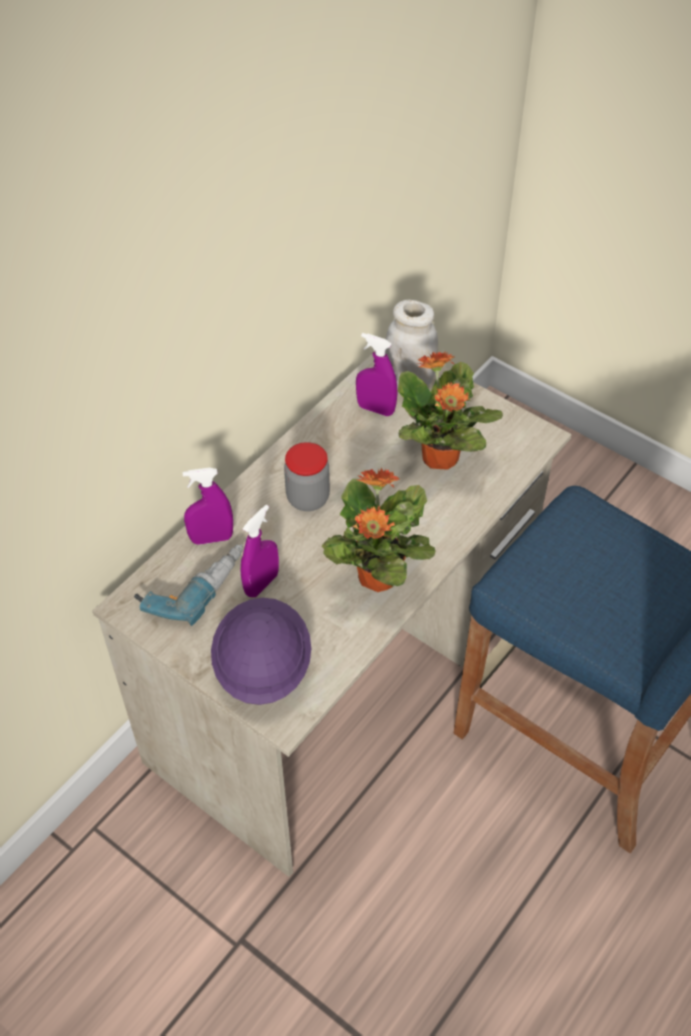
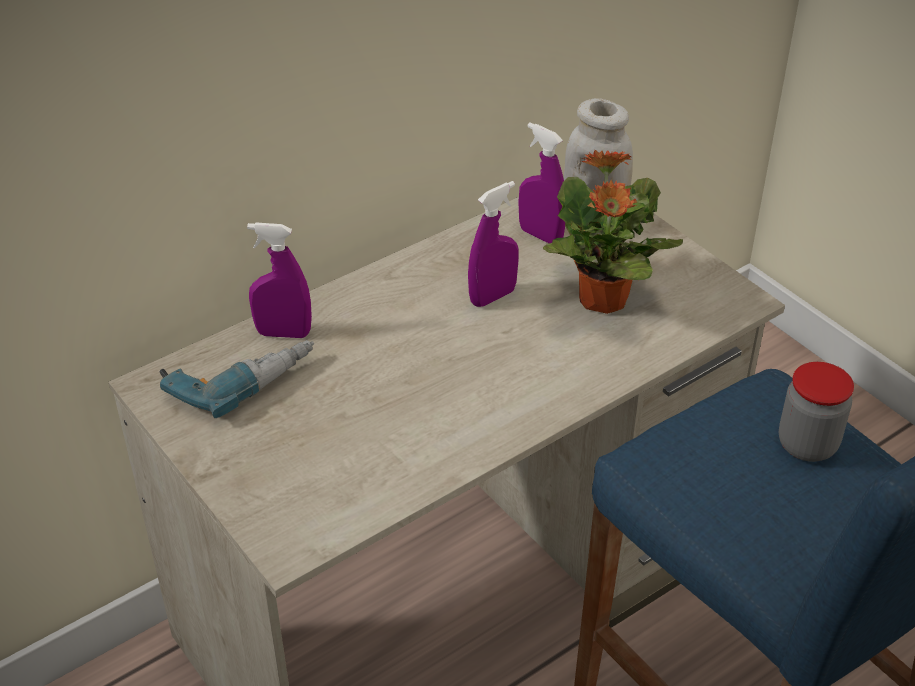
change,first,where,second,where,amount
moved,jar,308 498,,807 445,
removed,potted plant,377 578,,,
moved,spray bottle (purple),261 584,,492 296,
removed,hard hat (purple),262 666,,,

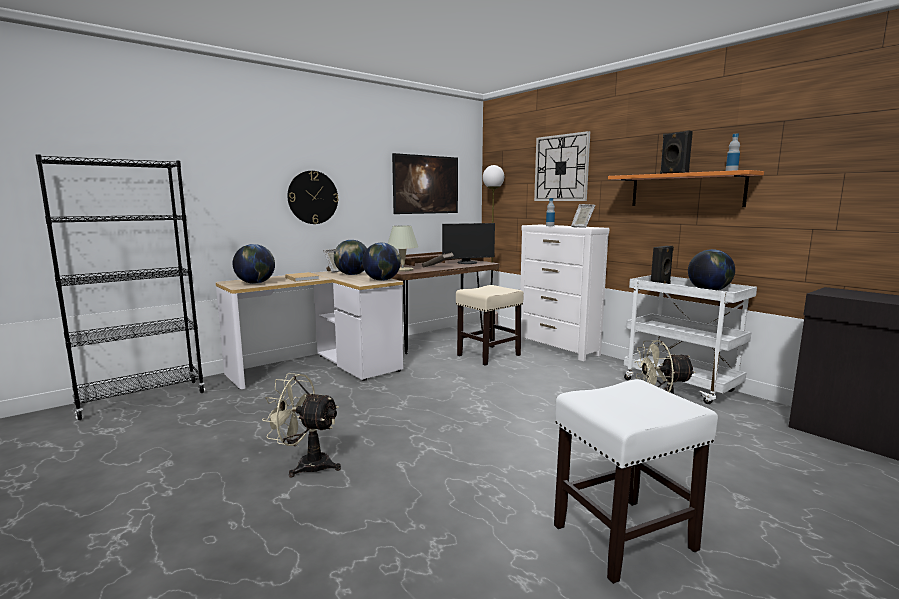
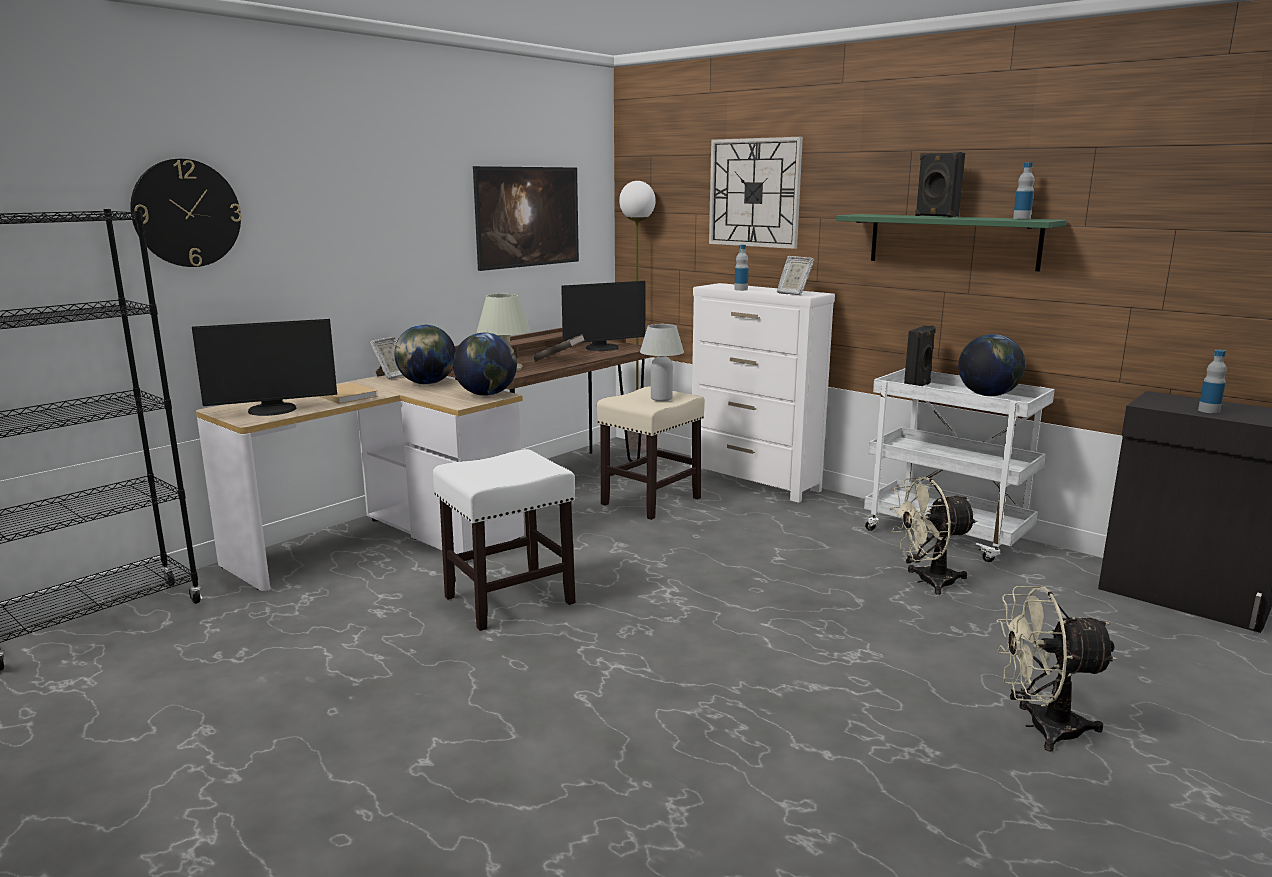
change,first,where,second,where,amount
recoloured,shelf (orange),685 190,shelf (green),953 241,
moved,wall clock,313 197,,186 213,
replaced,globe,255 283,monitor,272 410,
moved,fan (beige),306 465,,1041 727,
moved,stool (white),623 538,,508 600,
added,,,table lamp (white),661 399,
added,,,bottle,1208 411,

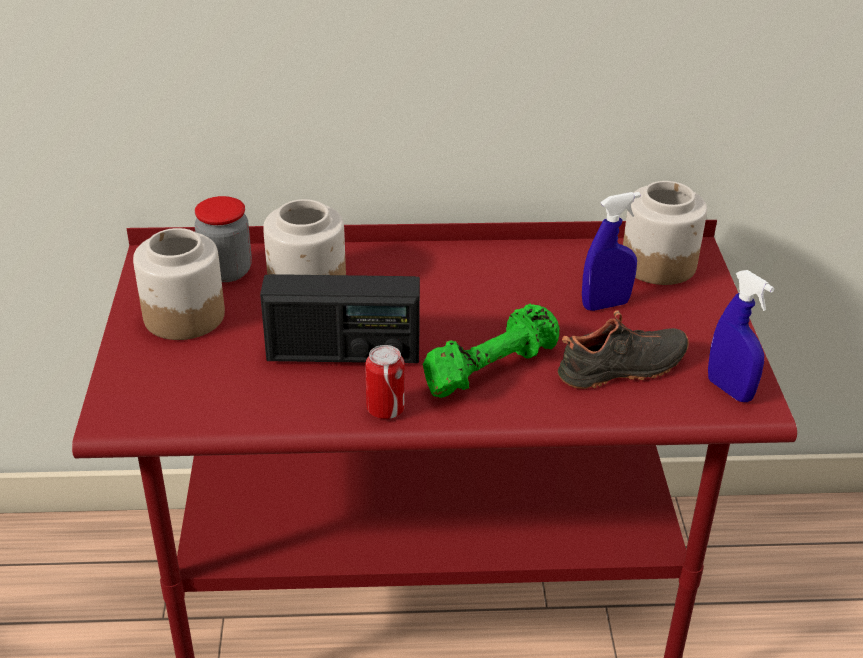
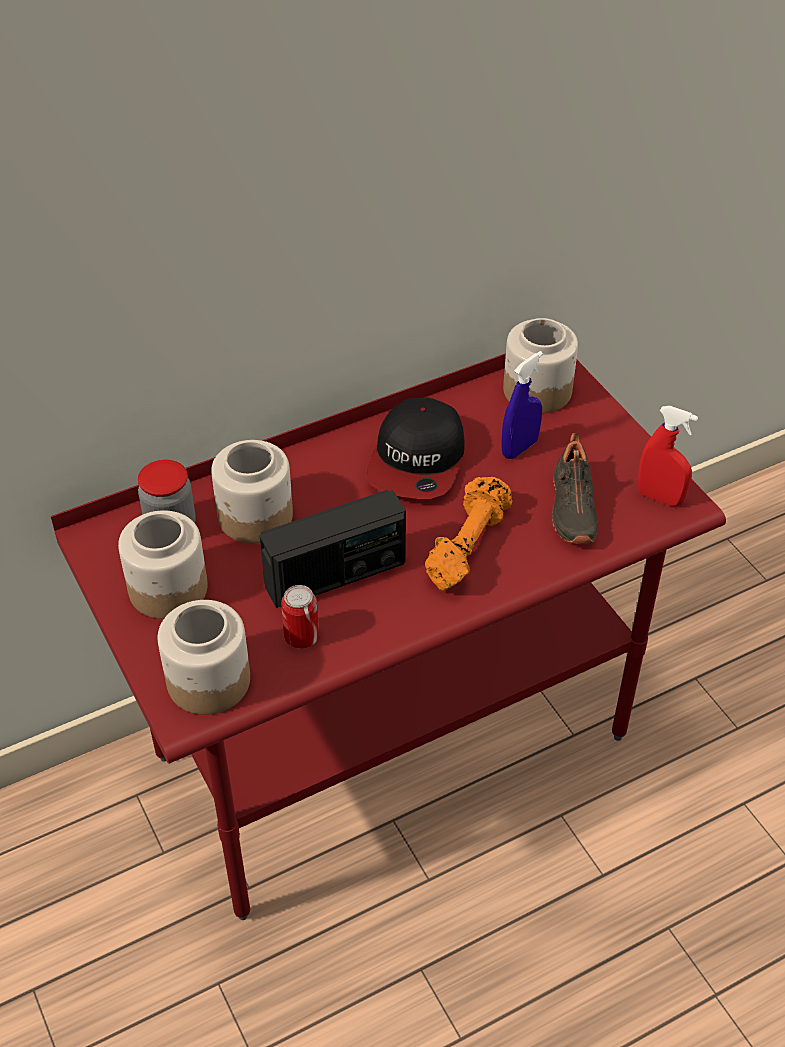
change,first,where,second,where,amount
recoloured,spray bottle (blue),729 390,spray bottle (red),659 497,
recoloured,dumbbell (green),489 369,dumbbell (orange),466 546,
turned,shoe (black),623 370,,571 508,135 degrees clockwise
moved,can,385 409,,301 637,
added,,,cap,418 461,
added,,,jar,207 680,

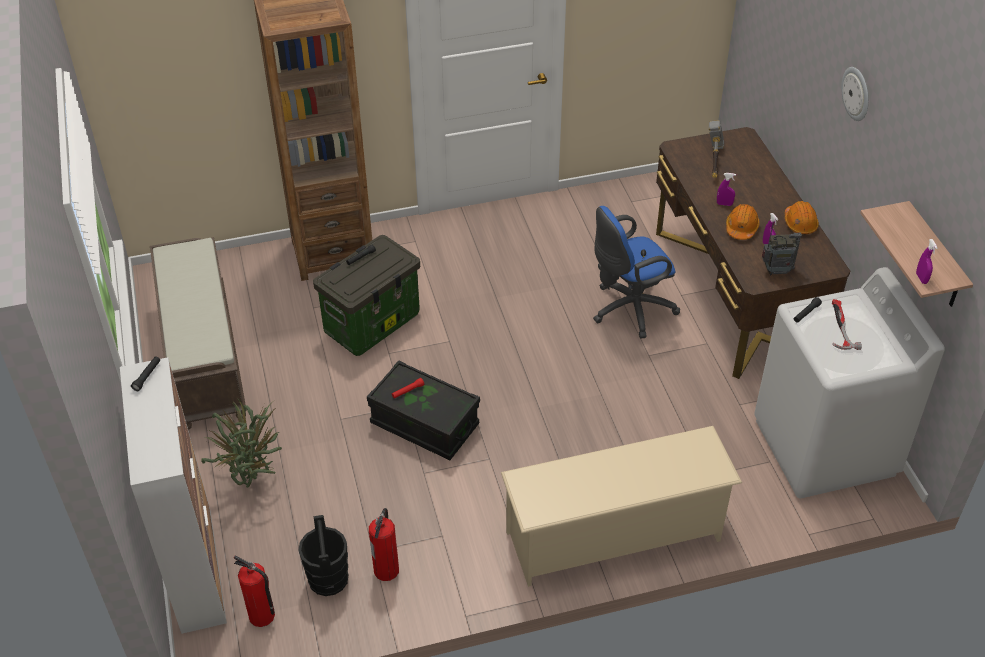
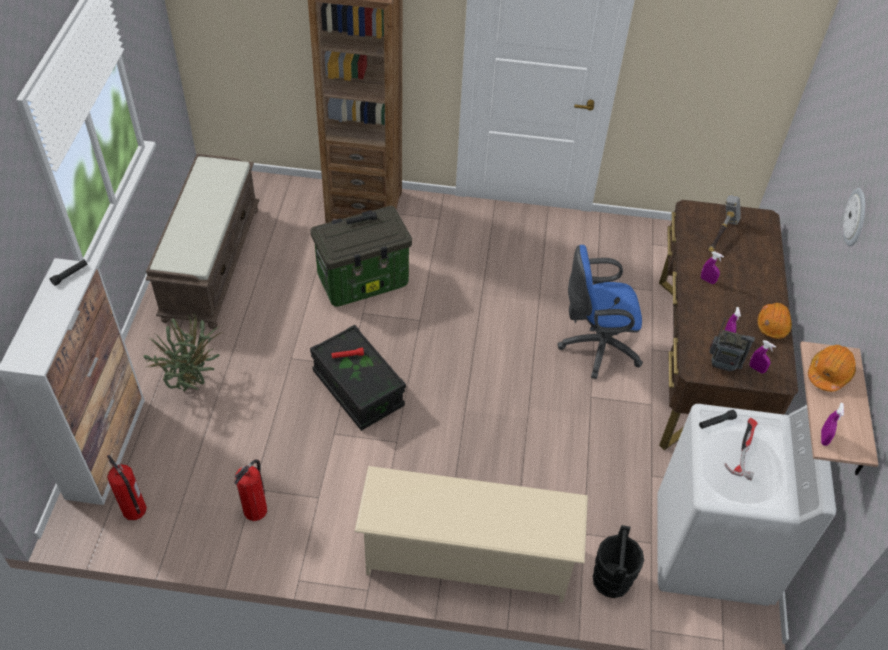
change,first,where,second,where,amount
moved,hard hat (orange),741 228,,829 373,
moved,bucket (black),328 579,,611 580,
added,,,spray bottle (purple),756 369,

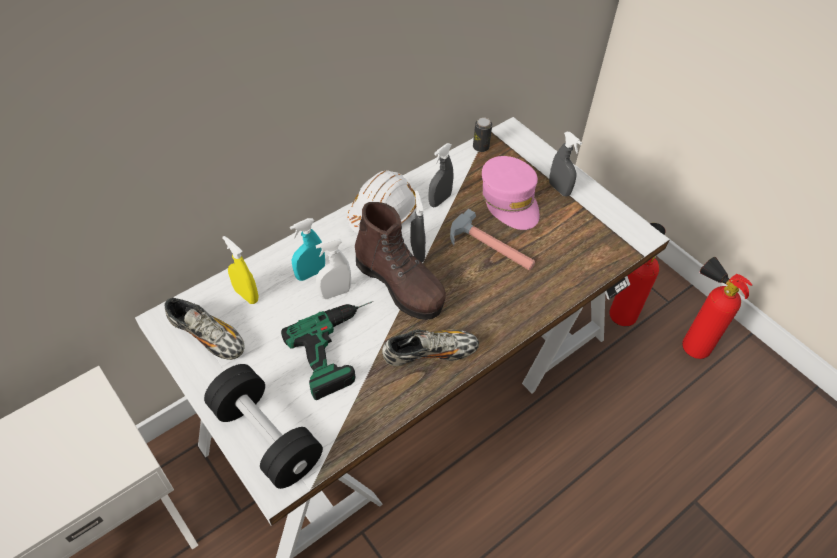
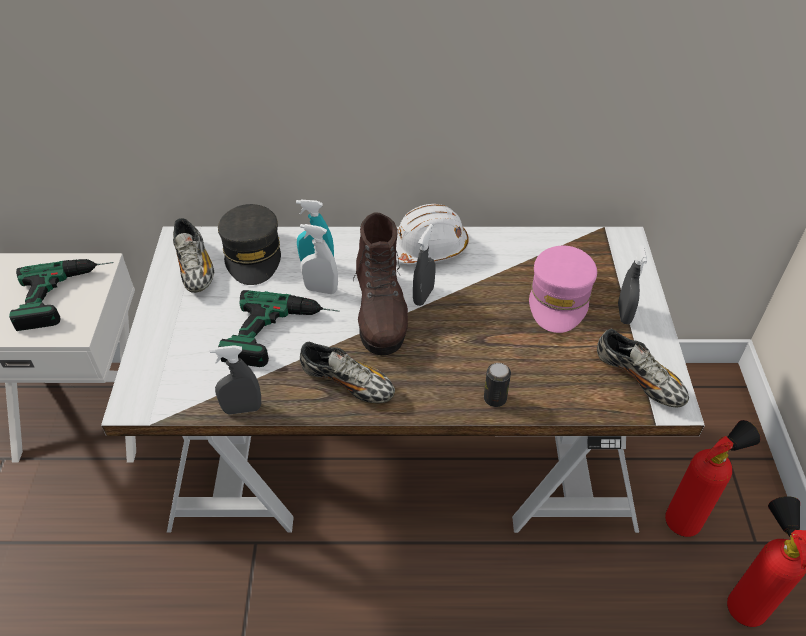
change,first,where,second,where,amount
moved,can,480 147,,495 398,
moved,spray bottle (grey),439 200,,242 409,
removed,hammer,491 248,,,
replaced,spray bottle (yellow),246 295,cap (grey),252 253,
removed,dumbbell (black),266 437,,,
added,,,power drill,67 295,
added,,,shoe,639 379,

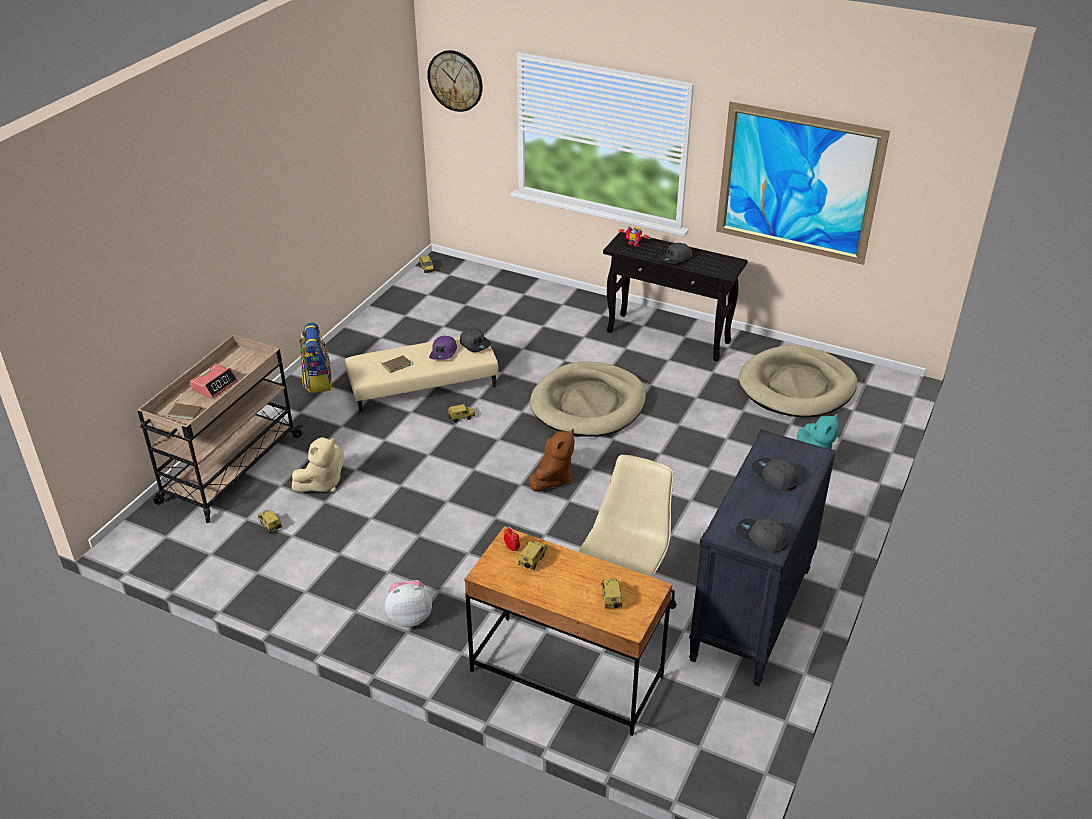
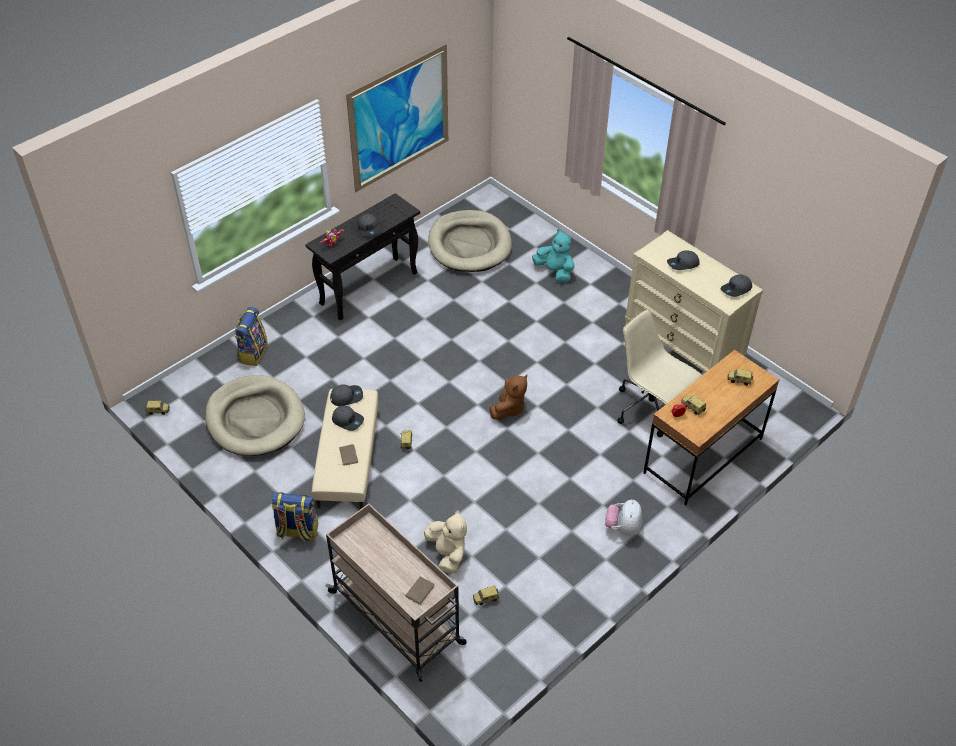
change,first,where,second,where,amount
removed,wall clock,455 80,,,
recoloured,cap (purple),444 353,cap (grey),348 420,
moved,dog bed (beige),588 404,,255 419,
removed,alarm clock,215 385,,,
turned,plush toy (brown),552 479,,509 408,75 degrees clockwise
recoloured,dresser (black),751 615,dresser (beige),682 351,
added,,,backpack,252 353,

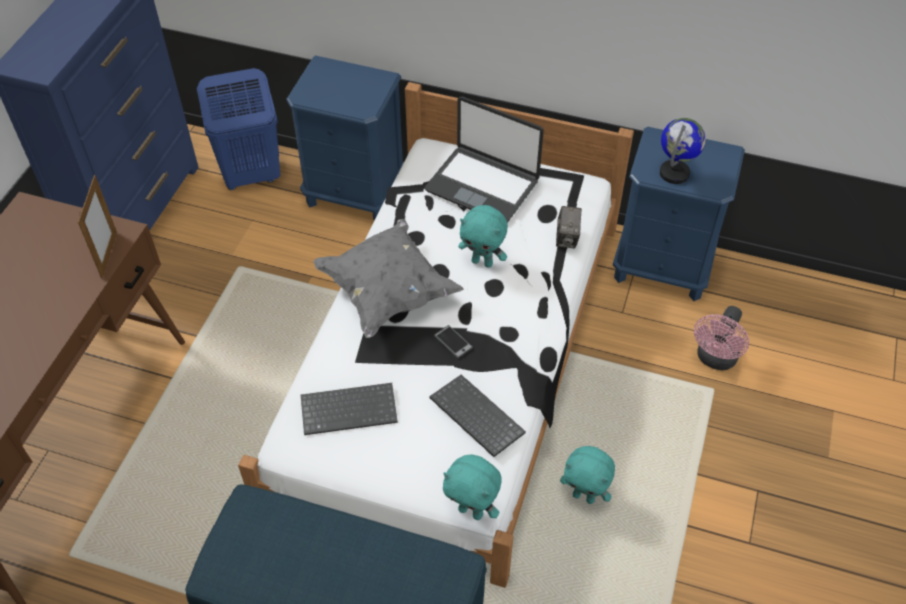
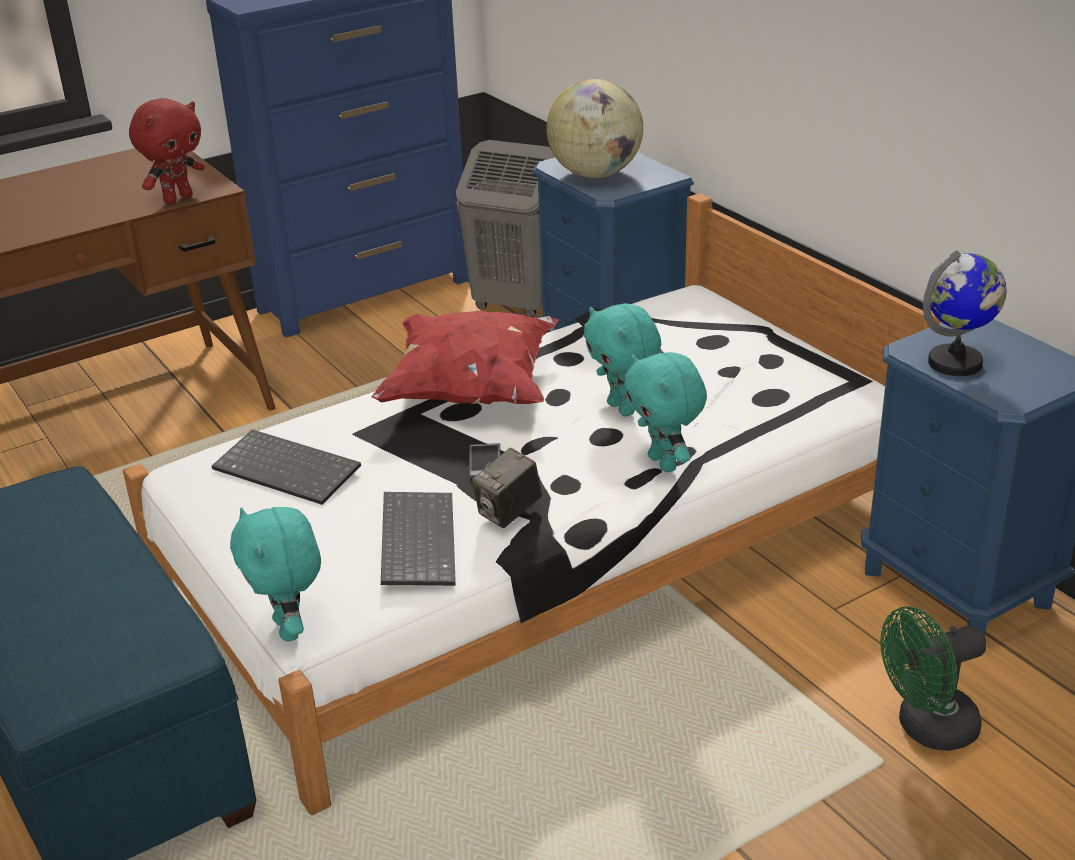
change,first,where,second,where,amount
recoloured,laundry basket (blue),251 176,laundry basket (grey),514 305,
removed,laptop,483 185,,,
replaced,picture frame,109 254,plush toy (red),177 198,
moved,photo camera,567 238,,508 513,
recoloured,pillow (grey),387 292,pillow (red),471 390,
recoloured,fan (pink),715 359,fan (green),927 729,
moved,plush toy (turquoise),584 496,,664 463,
added,,,globe,595 174,

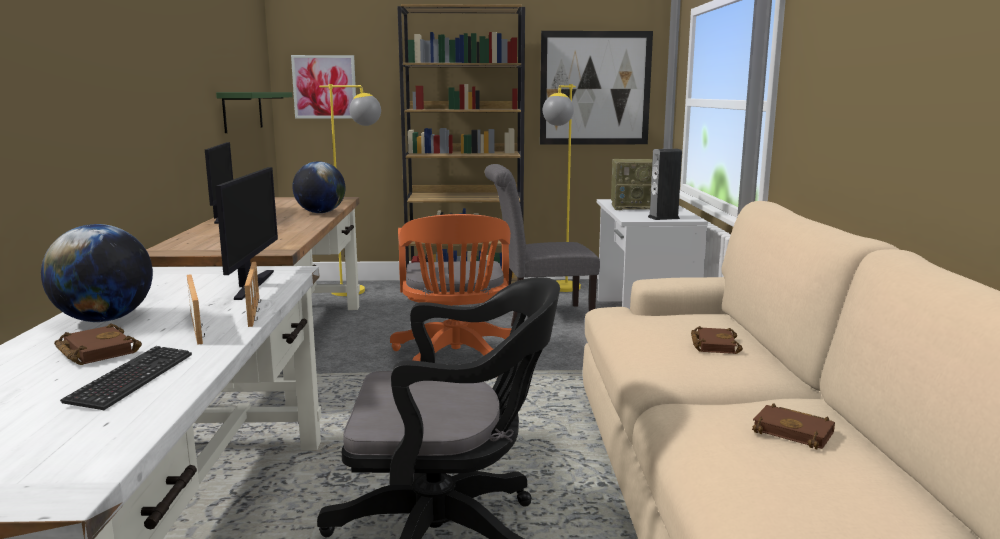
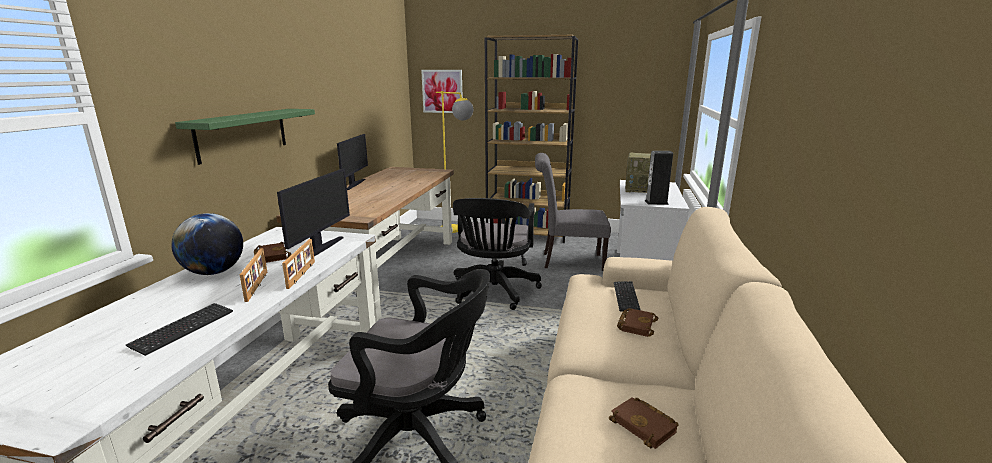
change,first,where,second,where,amount
removed,picture,595 88,,,
removed,floor lamp (yellow),560 290,,,
moved,shelf (green),243 111,,243 134,
removed,globe,320 213,,,
recoloured,office chair (orange),456 360,office chair (black),493 292,
moved,book (brown),94 351,,271 256,
added,,,keyboard,626 297,

